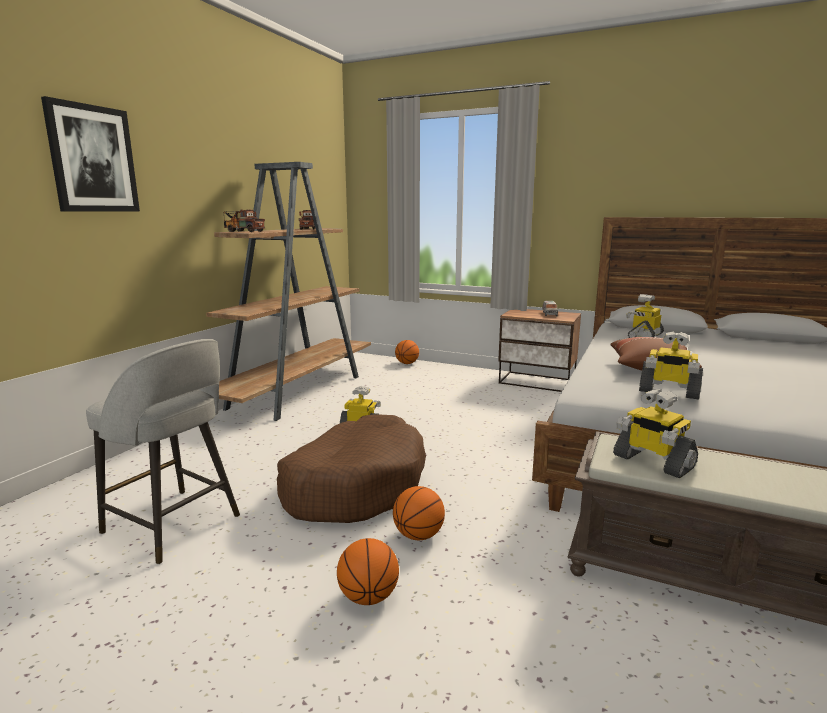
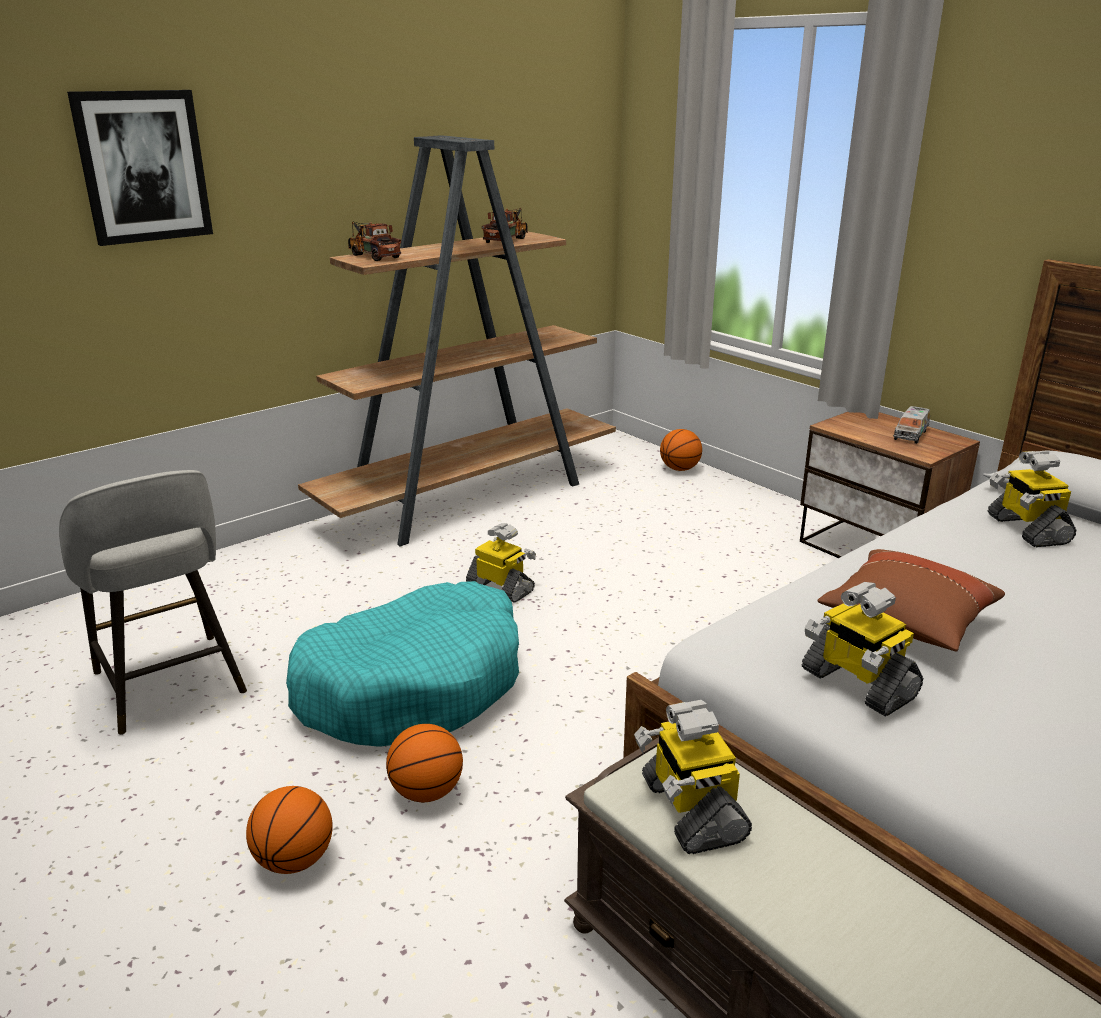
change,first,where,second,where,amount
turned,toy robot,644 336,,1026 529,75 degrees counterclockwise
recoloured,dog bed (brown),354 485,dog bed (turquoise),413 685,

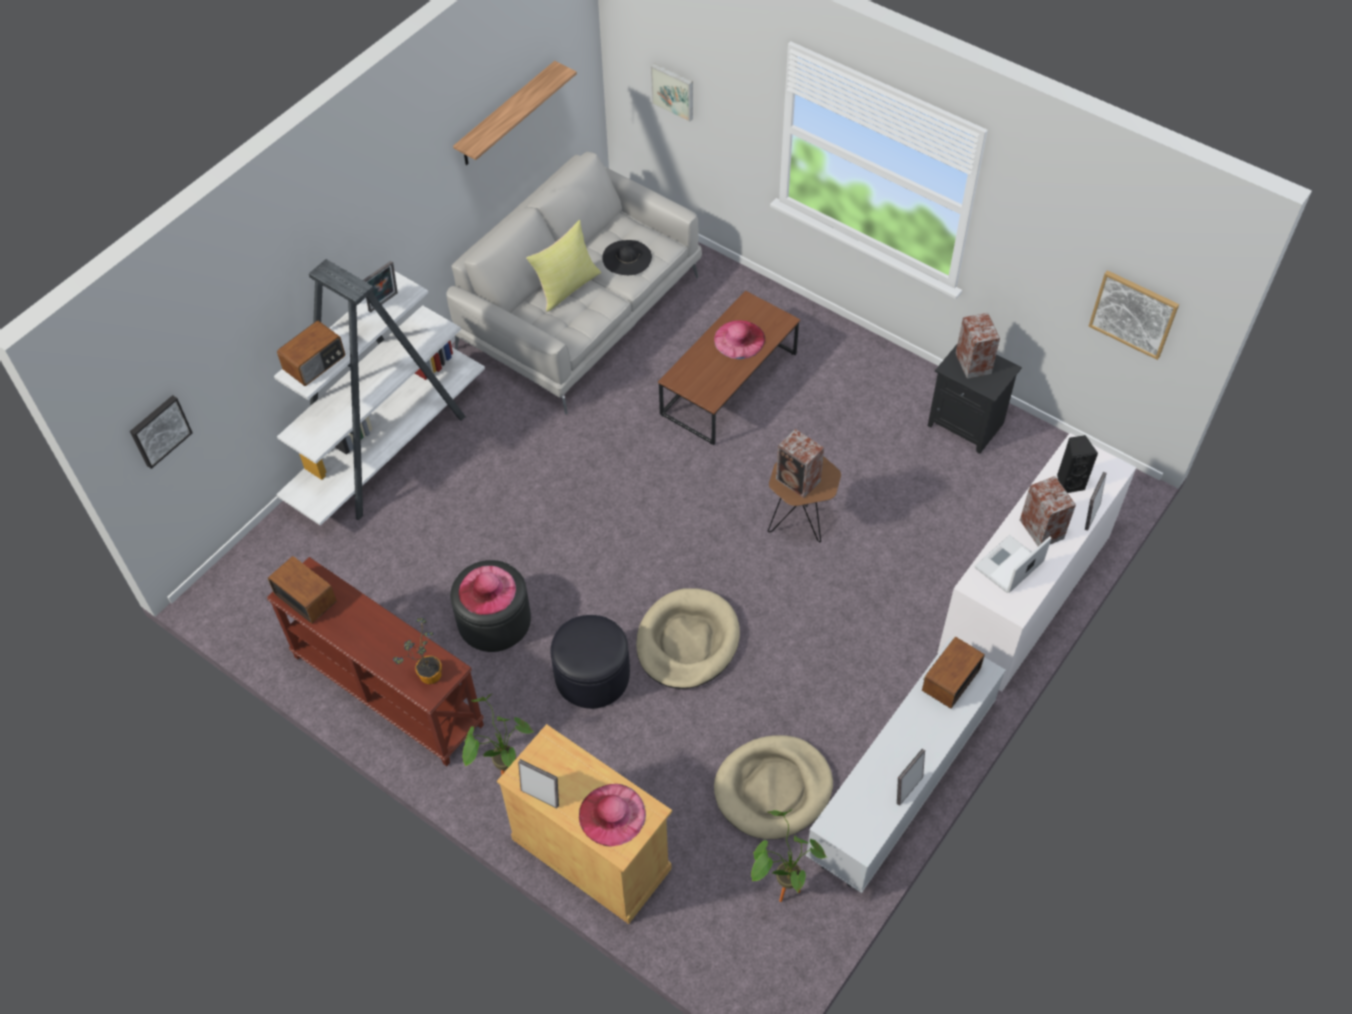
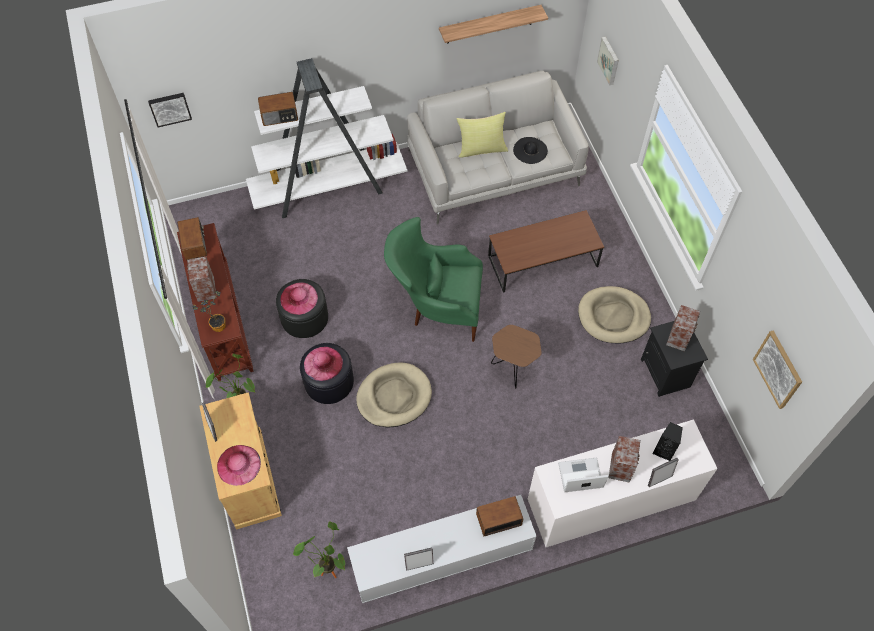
change,first,where,second,where,amount
removed,picture frame,384 303,,,
moved,hat (pink),739 339,,323 363,
moved,speaker,798 481,,205 290,
moved,dog bed (beige),773 789,,613 317,
added,,,armchair (green),436 306,

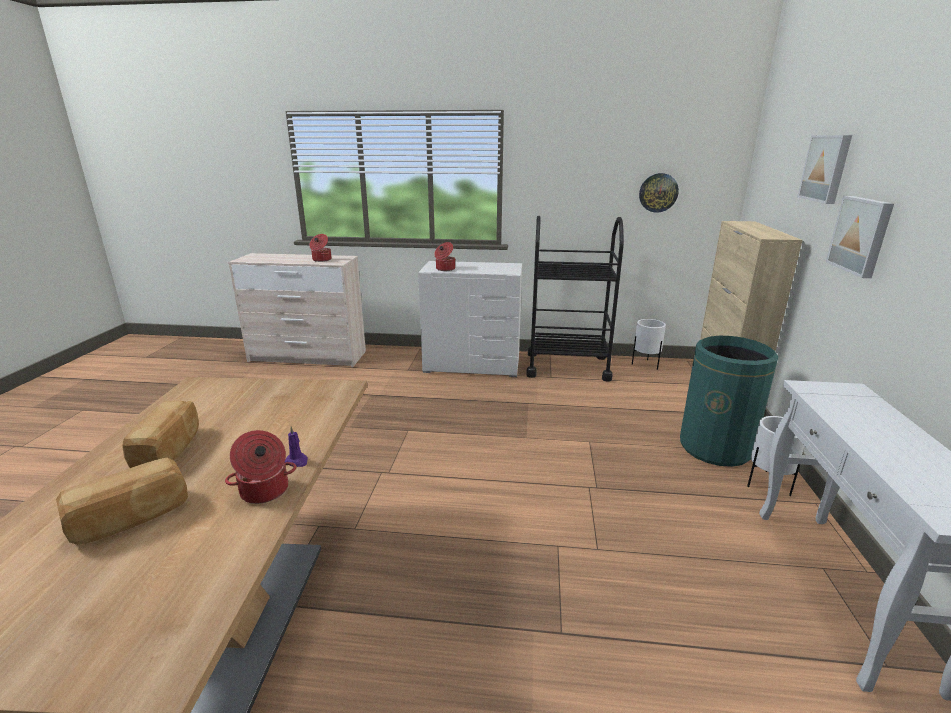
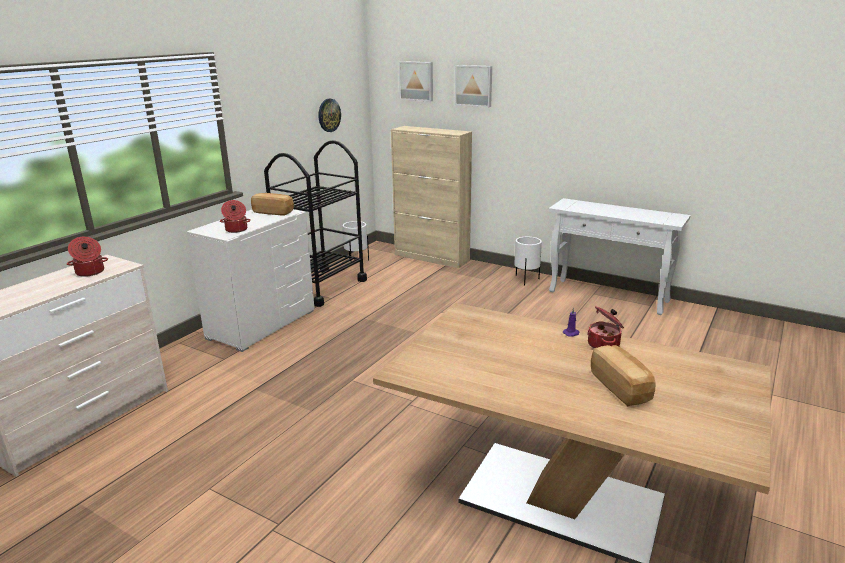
change,first,where,second,where,amount
moved,picture,861 235,,417 81,
removed,trash can (green),715 448,,,
moved,bread,170 449,,273 212,

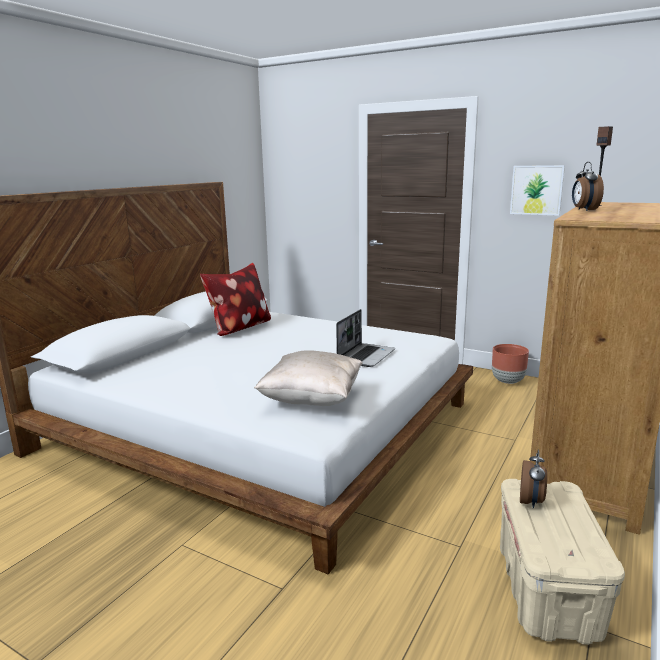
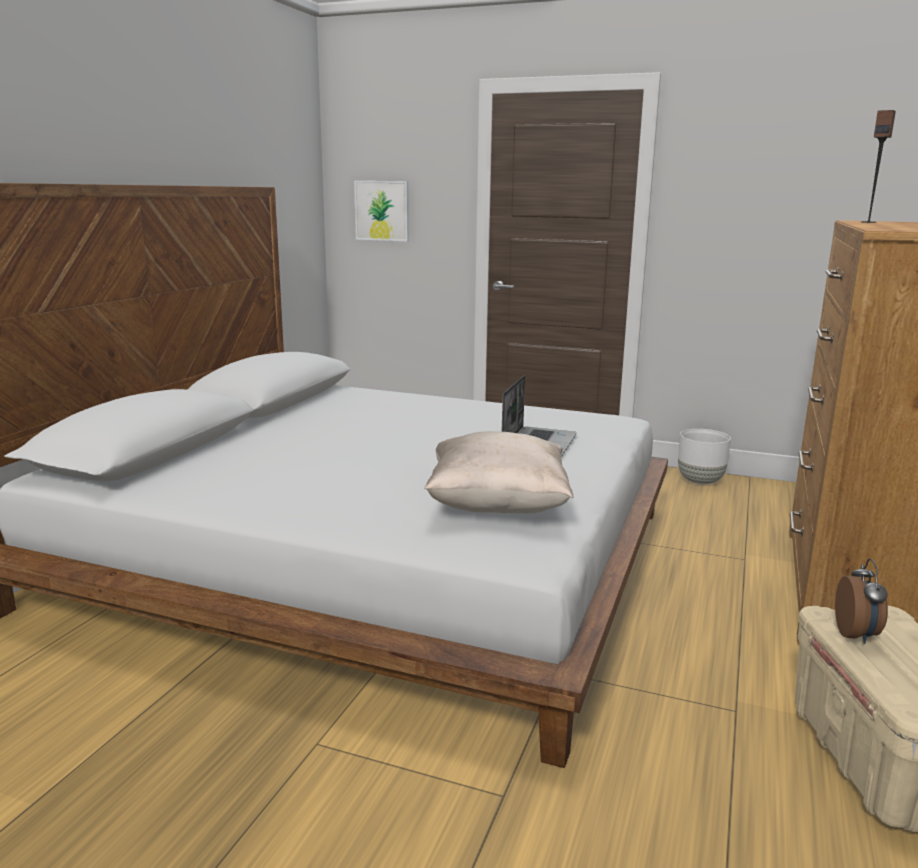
change,first,where,second,where,amount
removed,alarm clock,584 210,,,
moved,picture,536 190,,382 210,
removed,pillow,239 328,,,
recoloured,planter (brown),507 381,planter (white),700 481,

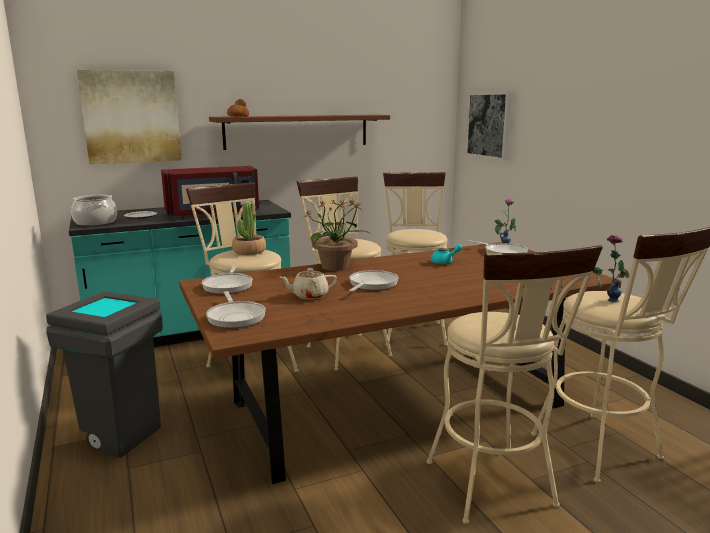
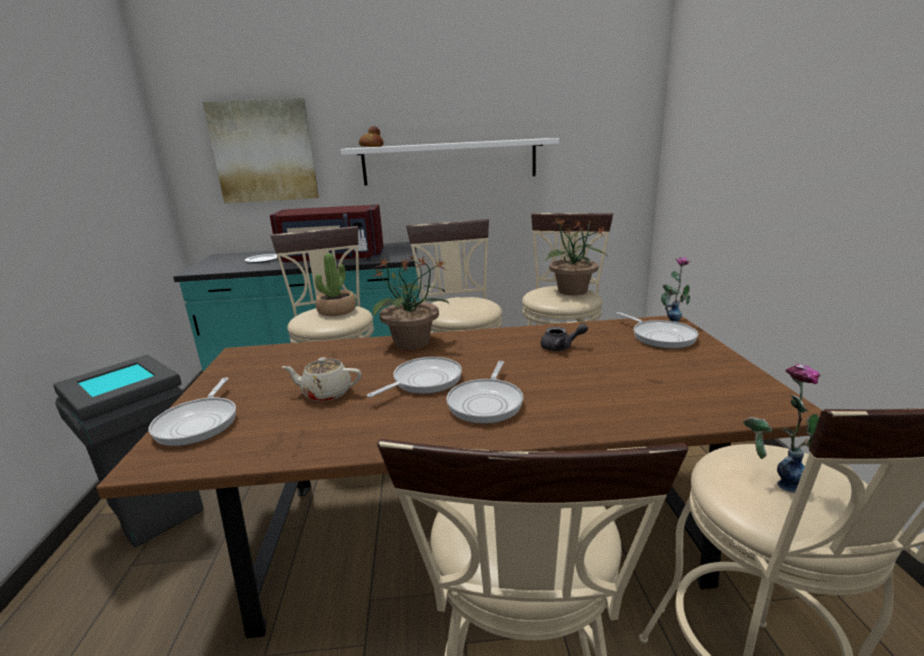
change,first,where,second,where,amount
removed,picture,489 125,,,
recoloured,shelf (brown),297 131,shelf (white),449 162,
removed,cooking pot,95 222,,,
recoloured,teapot (turquoise),445 262,teapot (grey),561 347,
moved,frying pan,228 286,,487 402,
added,,,potted plant,572 291,

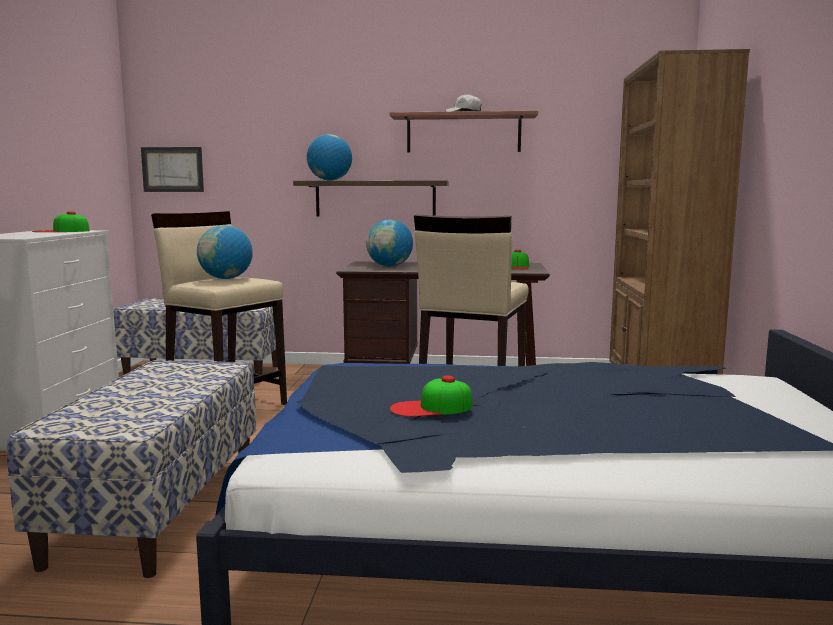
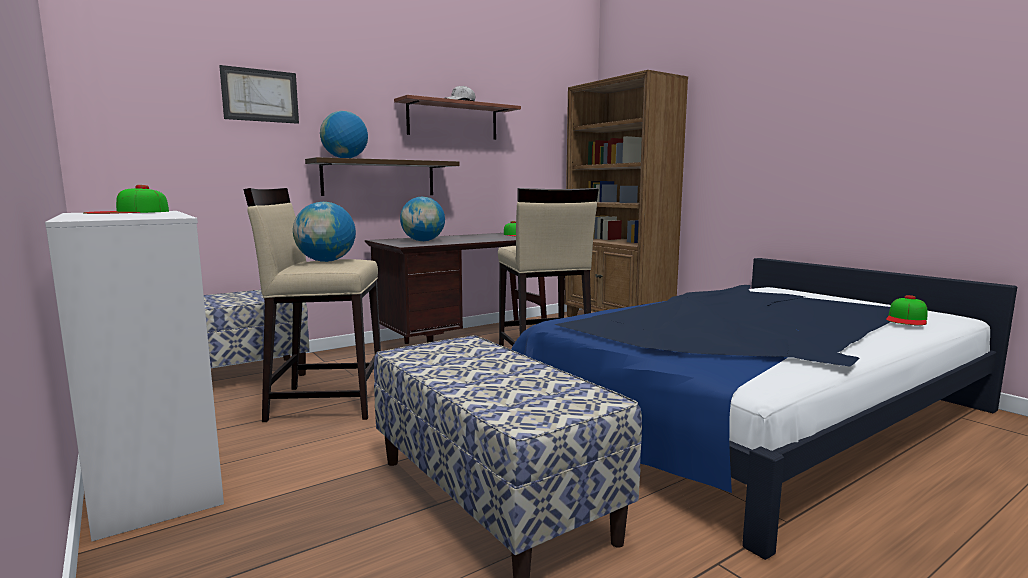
change,first,where,second,where,amount
moved,picture,172 169,,260 95,
moved,cap,431 407,,907 319,

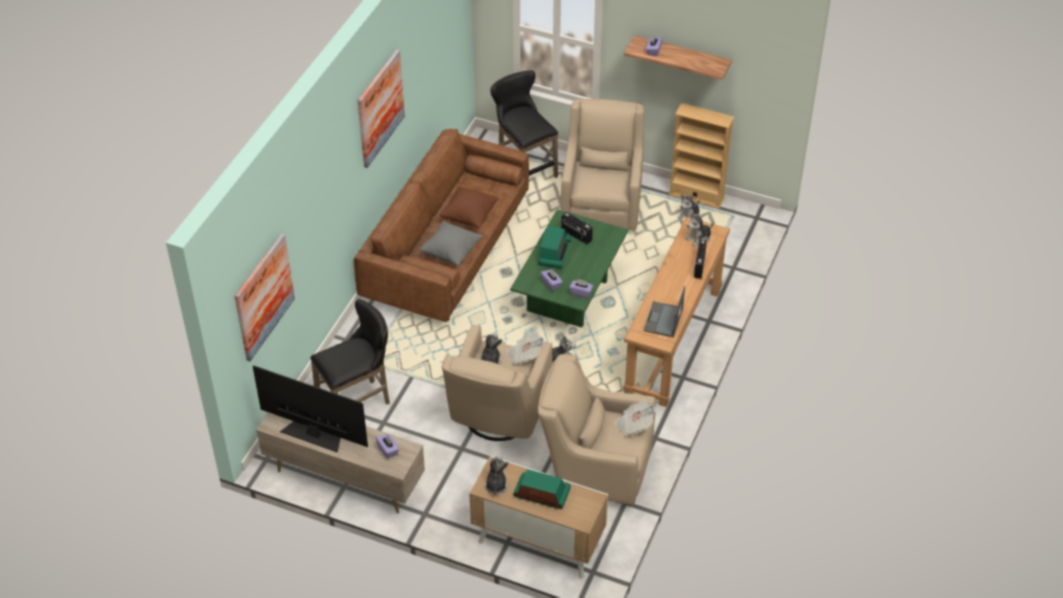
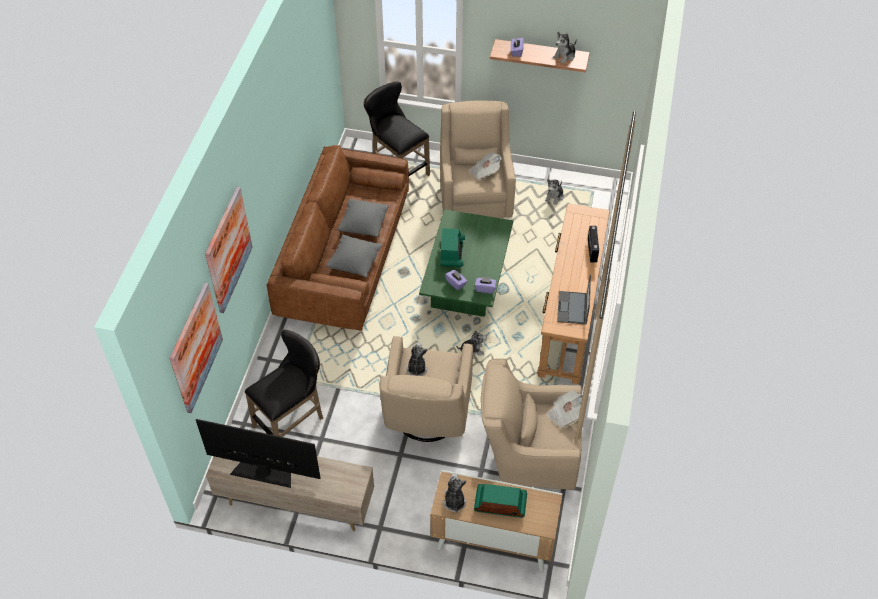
change,first,where,second,where,amount
moved,picture,380 108,,228 249,
removed,bookcase (beige),696 196,,,
recoloured,pillow (brown),469 216,pillow (grey),364 226,
removed,radio,576 235,,,
moved,plush toy,698 238,,565 56,
moved,newspaper,524 355,,484 172,
removed,tissue box (purple),388 450,,,

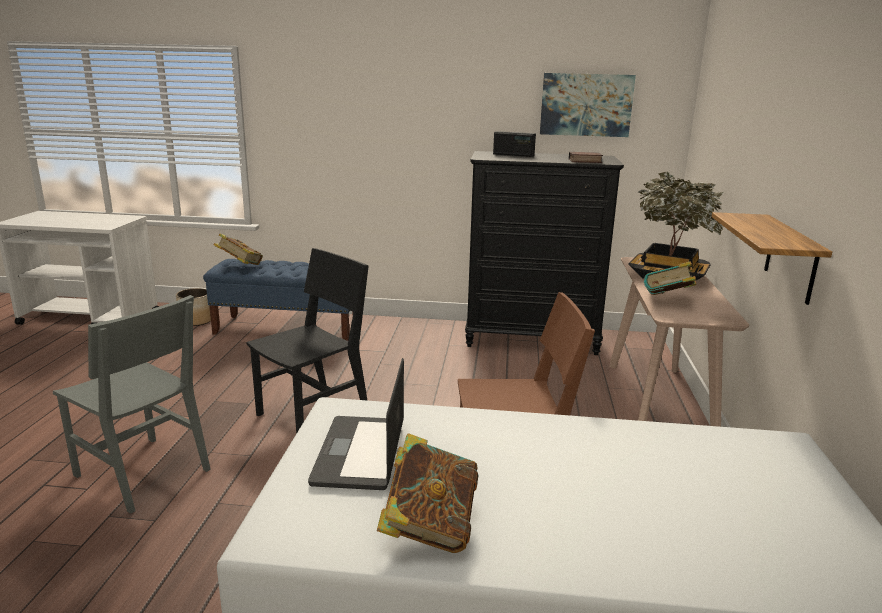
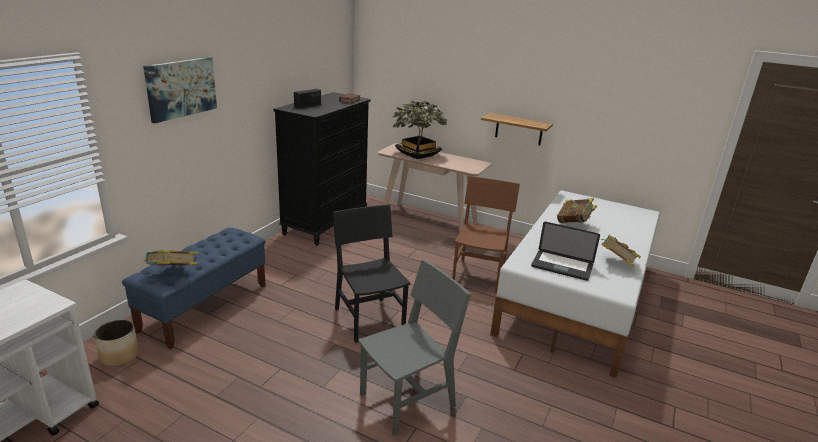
change,first,where,second,where,amount
moved,picture,586 105,,181 88,
moved,book,667 301,,574 223,

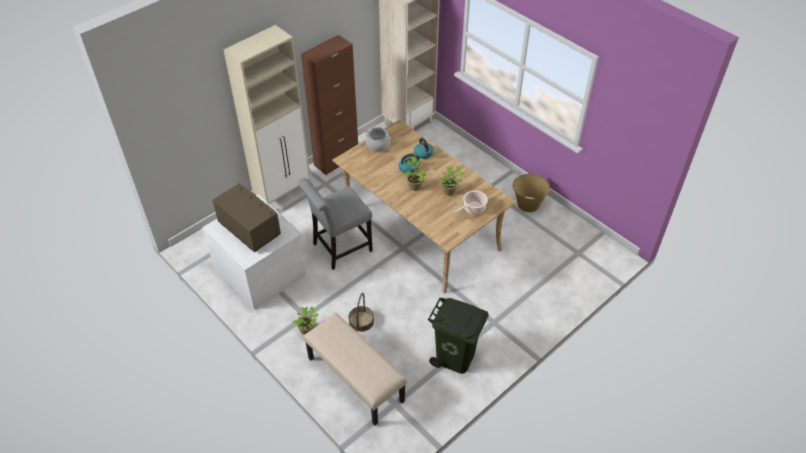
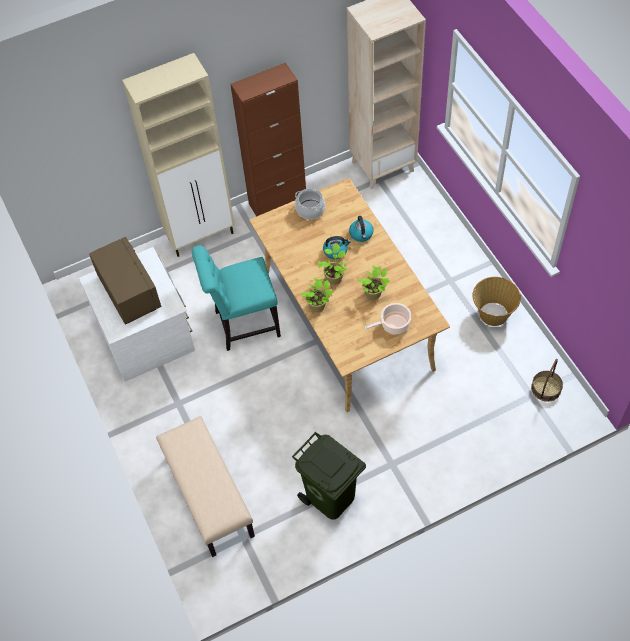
change,first,where,second,where,amount
recoloured,chair (grey),339 248,chair (turquoise),243 324,
moved,basket,361 321,,546 388,
moved,potted plant,307 330,,318 306,

